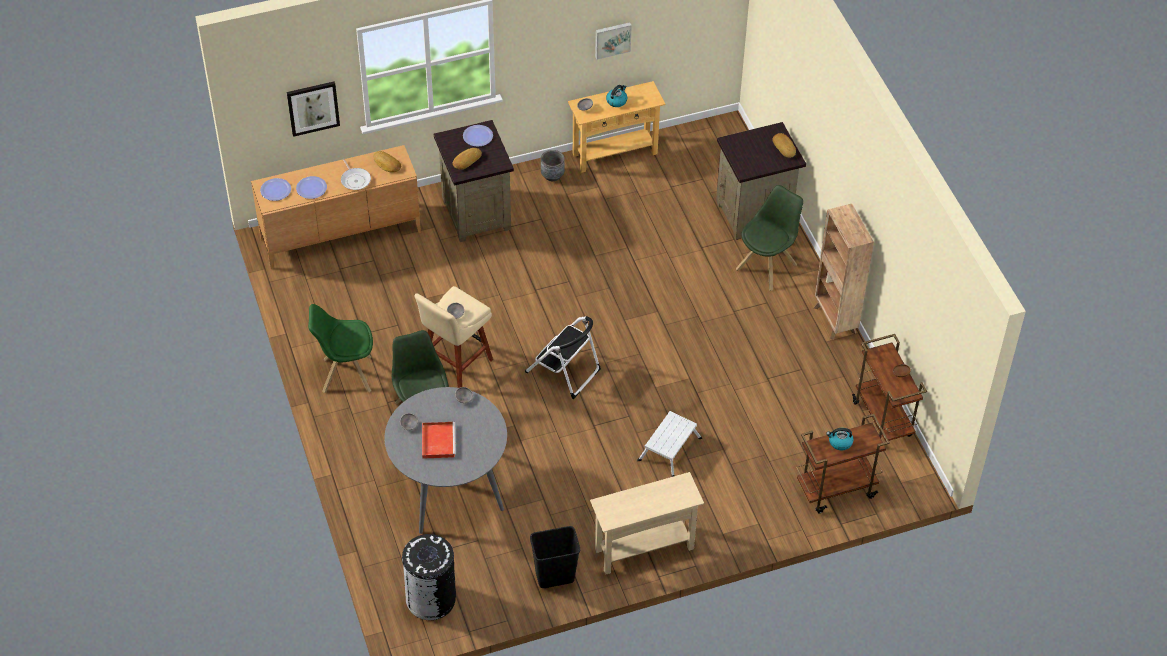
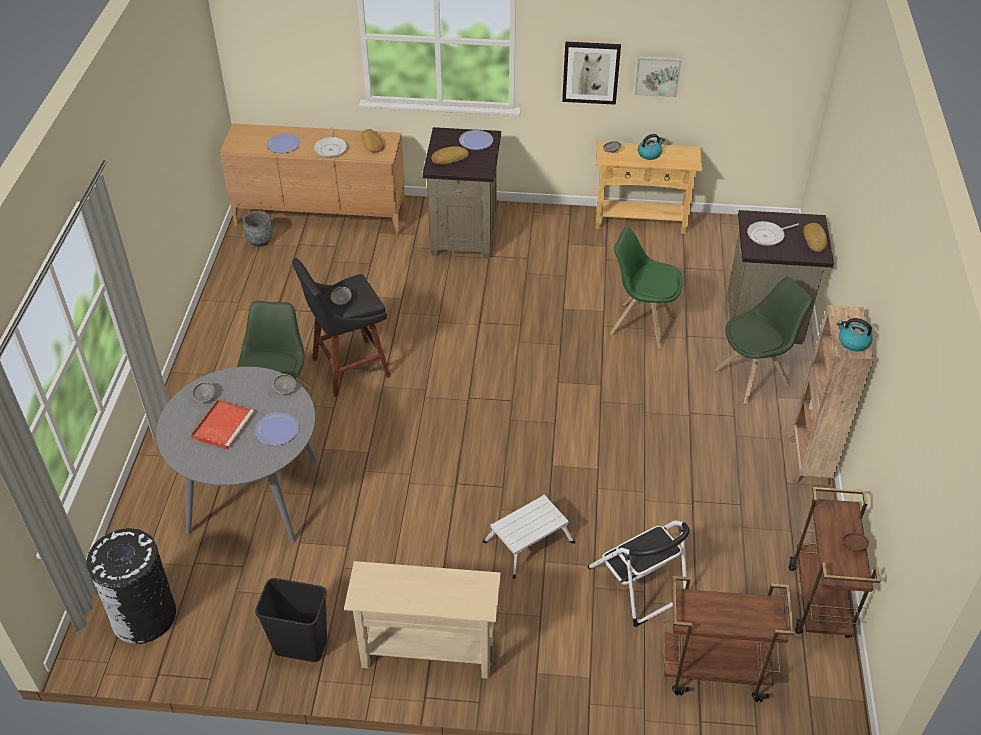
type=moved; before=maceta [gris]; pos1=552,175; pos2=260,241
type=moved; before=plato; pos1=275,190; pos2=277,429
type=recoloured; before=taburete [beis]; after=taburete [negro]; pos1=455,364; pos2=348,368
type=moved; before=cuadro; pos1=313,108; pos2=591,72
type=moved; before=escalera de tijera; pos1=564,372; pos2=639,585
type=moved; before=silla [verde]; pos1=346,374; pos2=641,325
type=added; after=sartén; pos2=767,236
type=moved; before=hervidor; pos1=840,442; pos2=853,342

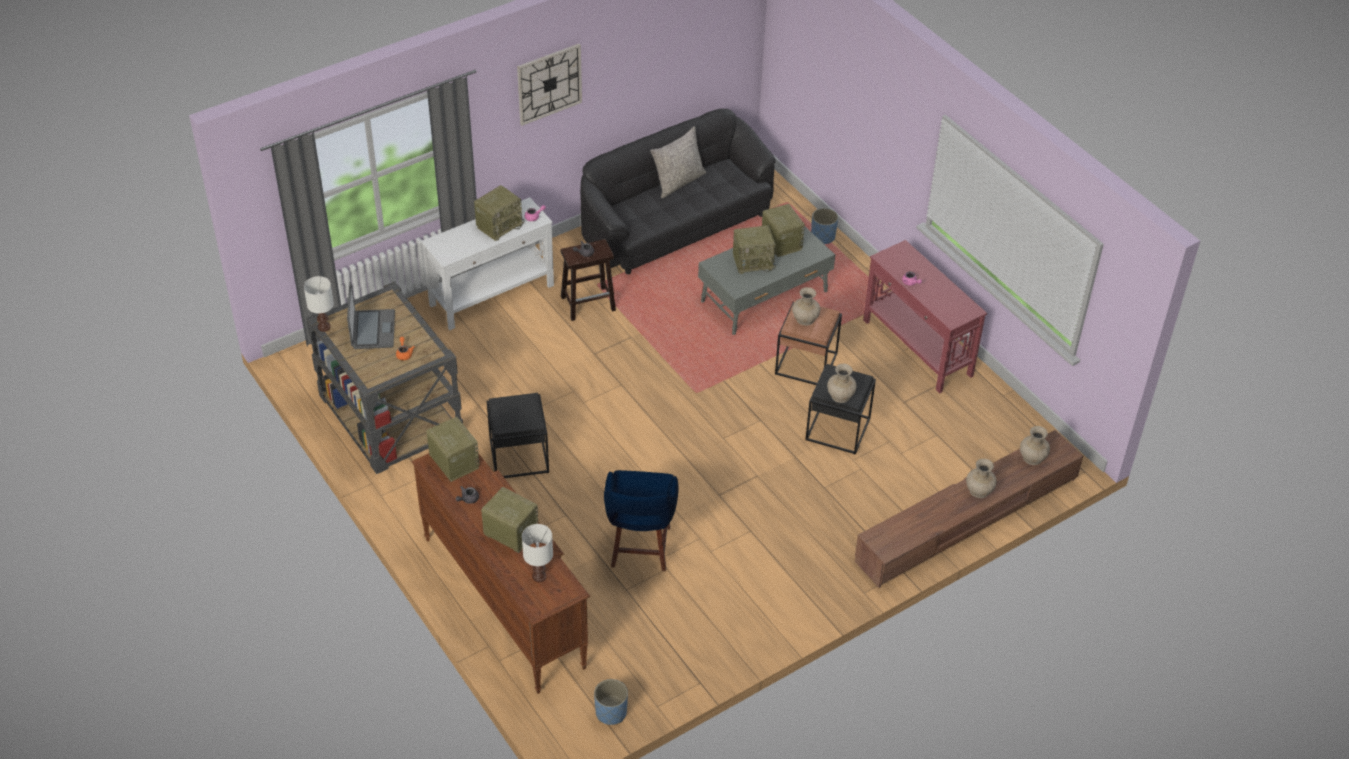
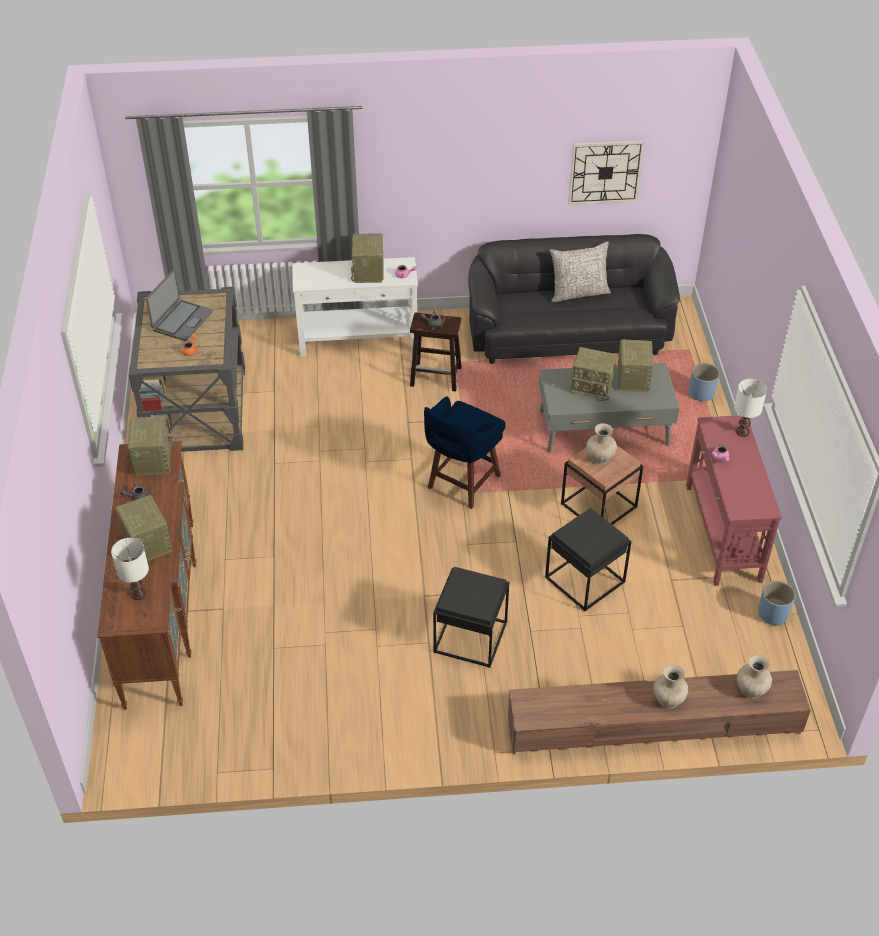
type=turned; before=radio; pos1=499,225; pos2=368,272; turn=105
type=moved; before=taburete [azul]; pos1=640,550; pos2=462,484
type=moved; before=mesa auxiliar [negro]; pos1=518,456; pos2=470,636
type=moved; before=reloj de pared; pos1=549,84; pos2=605,172
type=moved; before=lámpara de mesa [blanco]; pos1=324,327; pos2=743,432
type=moved; before=maceta [azul]; pos1=611,712; pos2=772,614
type=removed; before=florero [beis]; pos1=841,396

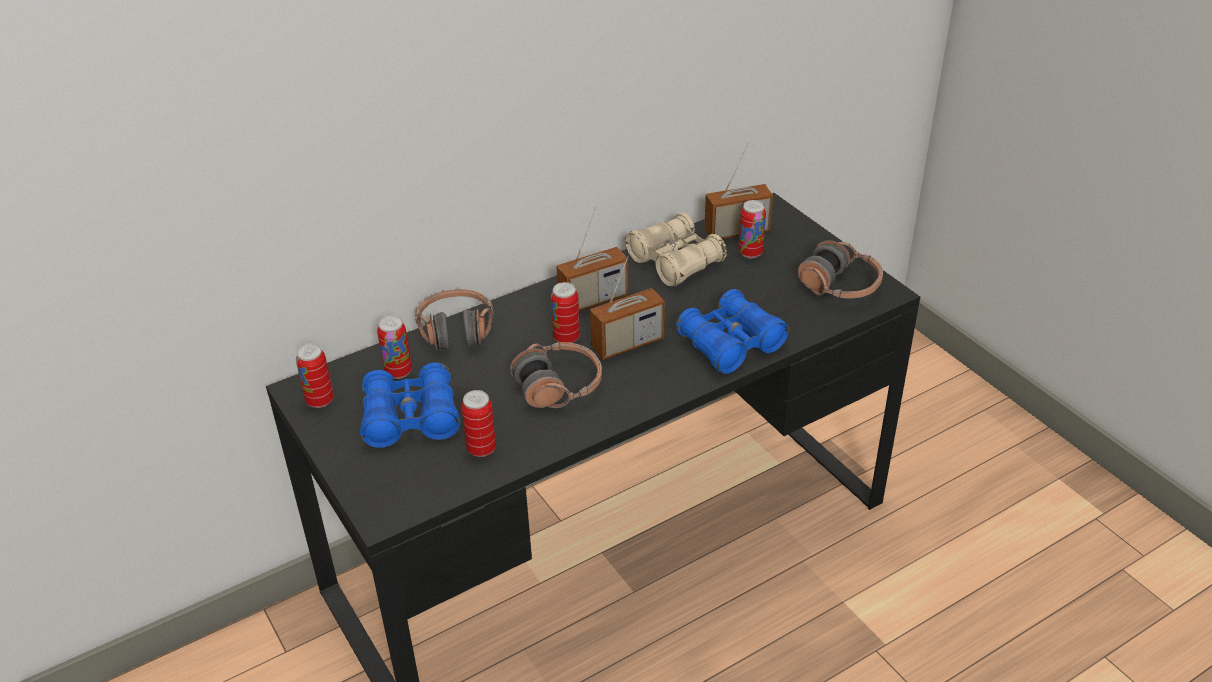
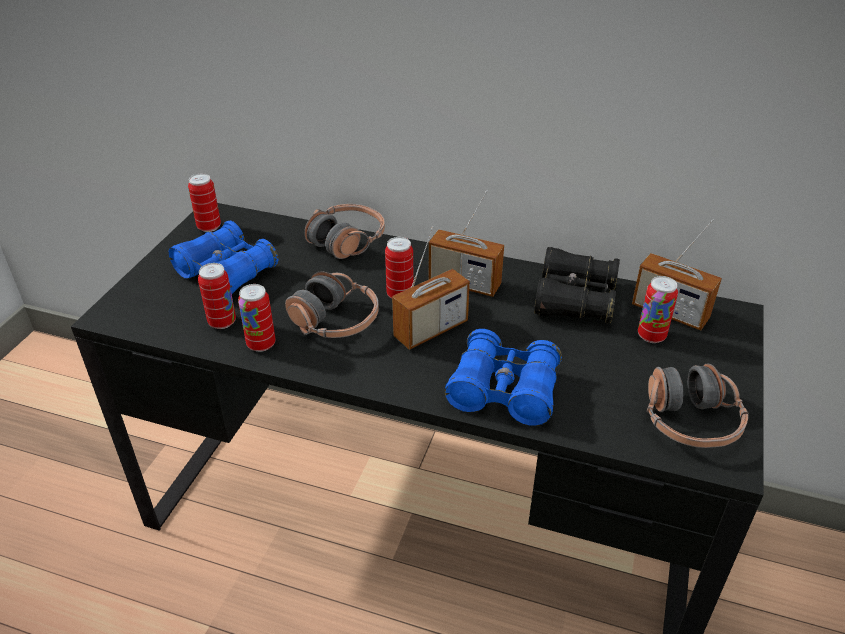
type=moved; before=lata; pos1=398,372; pos2=261,344
type=turned; before=radio; pos1=627,343; pos2=431,330; turn=-60
type=recoloured; before=prismáticos [beis]; after=prismáticos [negro]; pos1=675,262; pos2=574,299

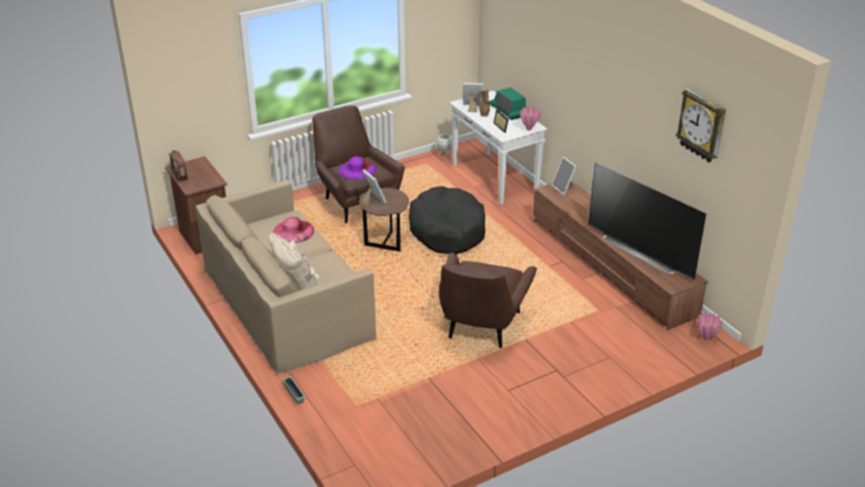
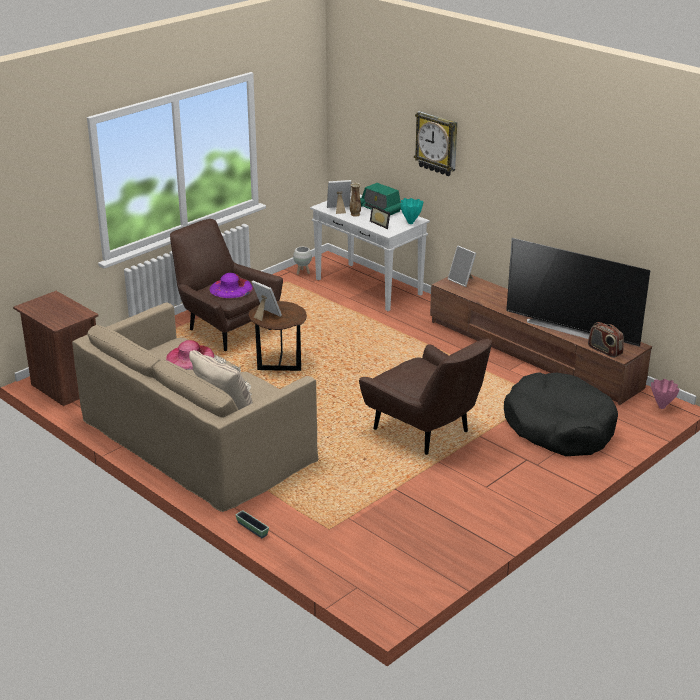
type=turned; before=sillón [marrón]; pos1=481,328; pos2=427,432; turn=-45
type=recoloured; before=florero [rosa]; after=florero [turquesa]; pos1=529,129; pos2=411,223
type=moved; before=reloj de pared; pos1=702,126; pos2=437,143
type=moved; before=cama para perro [negro]; pos1=447,230; pos2=559,427
type=moved; before=radio; pos1=179,175; pos2=604,351

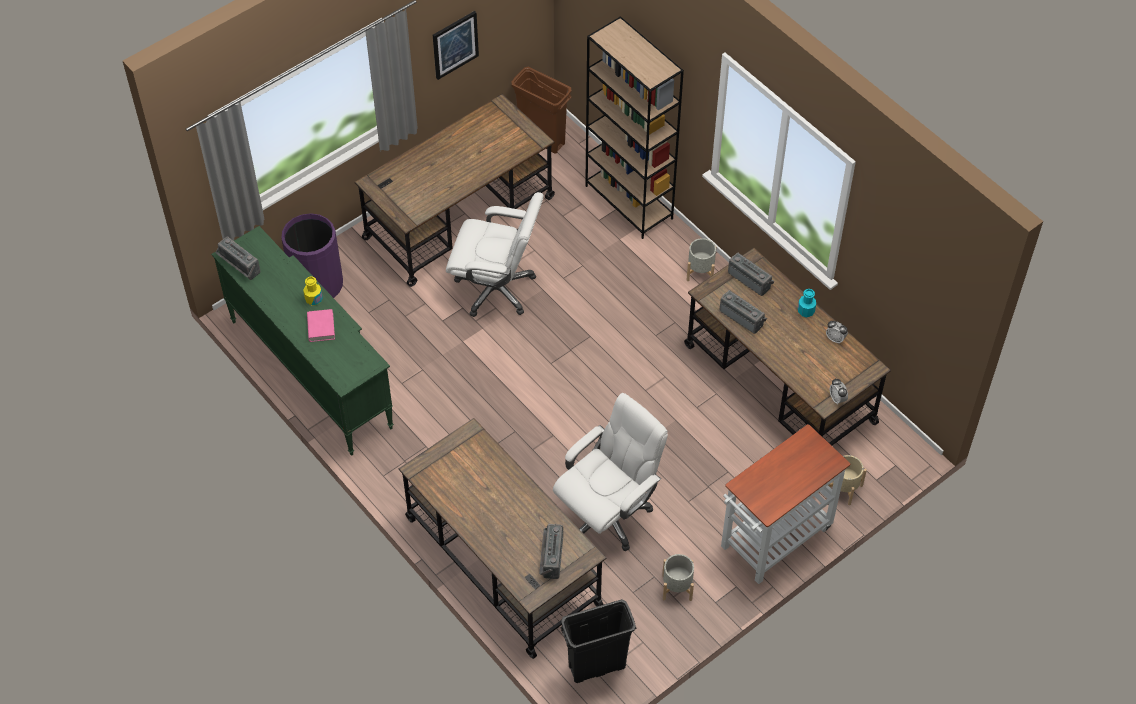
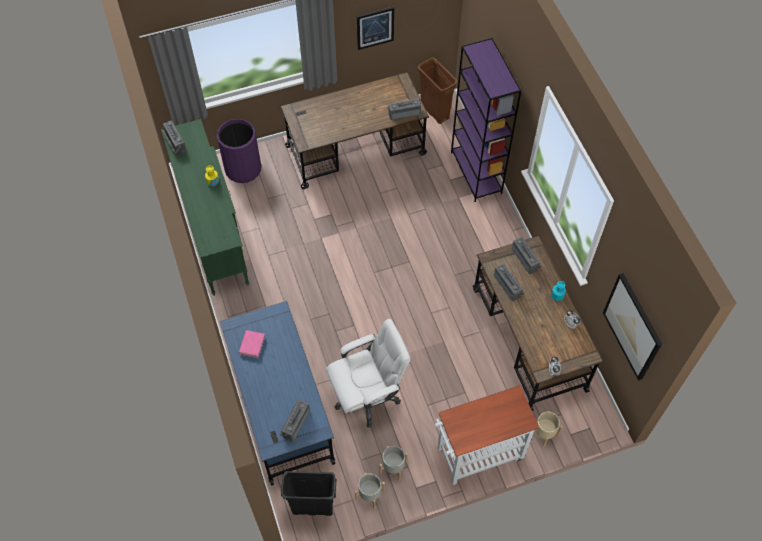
type=recoloured; before=escritorio [marrón]; after=escritorio [azul]; pos1=503,562; pos2=281,406
type=moved; before=libro [rosa]; pos1=321,327; pos2=252,345
type=moved; before=maceta [gris]; pos1=700,271; pos2=370,494
type=added; after=radio; pos2=404,112
type=recoloured; before=estantería [beis]; after=estantería [morado]; pos1=629,202; pos2=476,173
type=added; after=cuadro; pos2=632,326
type=removed; before=silla de oficina [blanco]; pos1=496,288

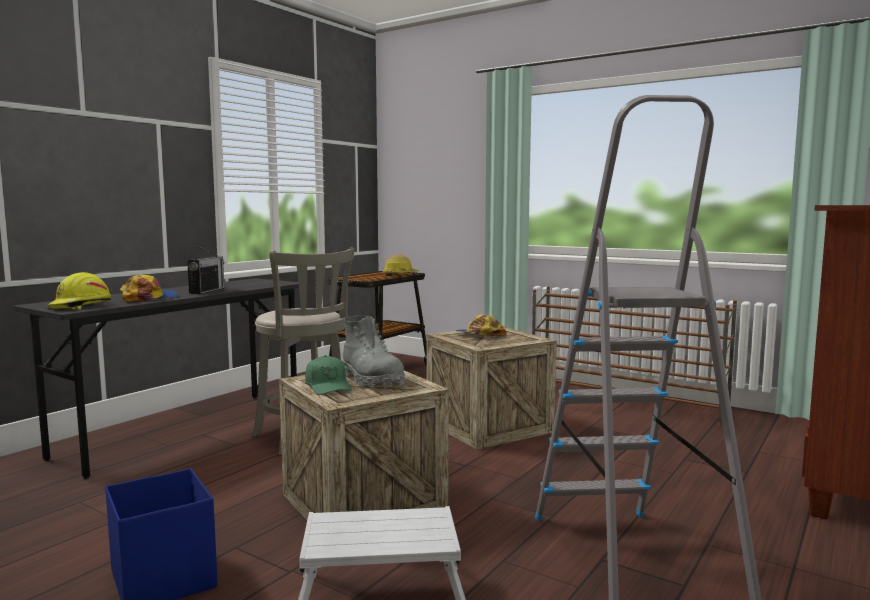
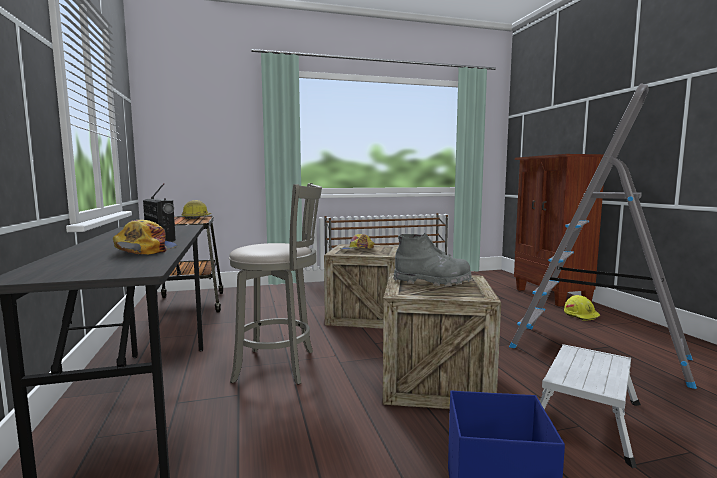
type=moved; before=casco [amarillo]; pos1=81,306; pos2=581,315
type=removed; before=gorra [verde]; pos1=328,387

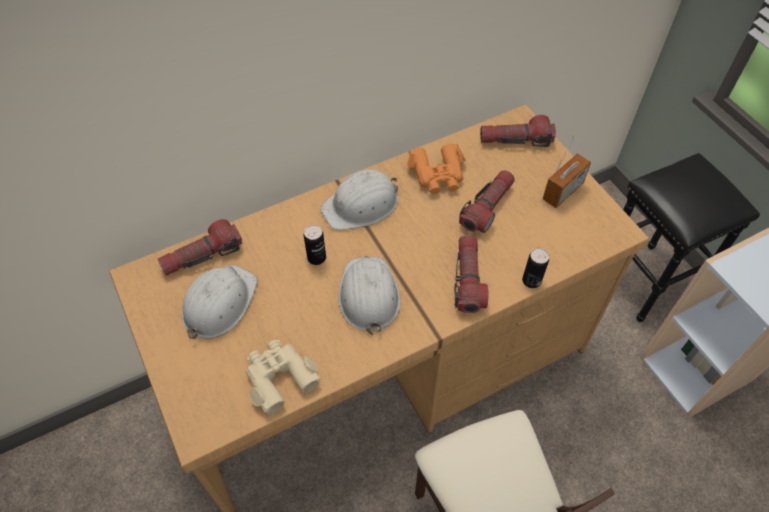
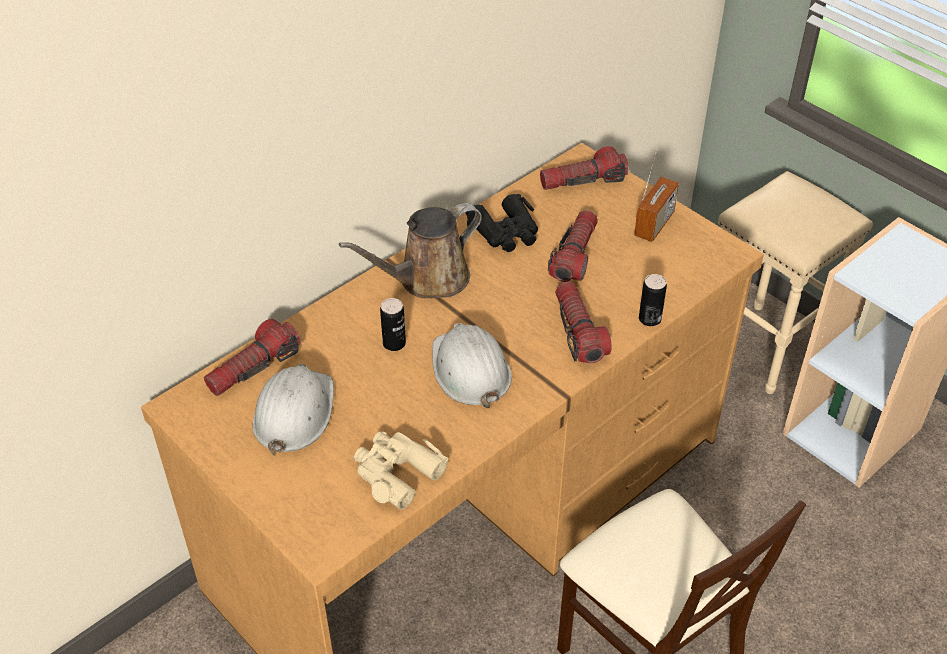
type=replaced; before=casco [blanco]; after=regadera [marrón]; pos1=362,205; pos2=427,279
type=recoloured; before=prismáticos [naranja]; after=prismáticos [negro]; pos1=438,174; pos2=506,232
type=recoloured; before=taburete [negro]; after=taburete [beis]; pos1=648,282; pos2=766,347

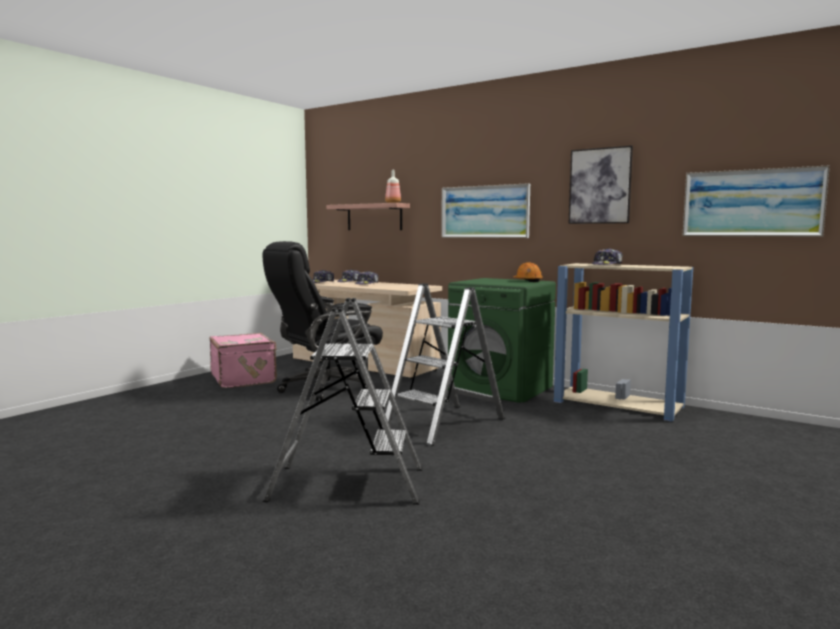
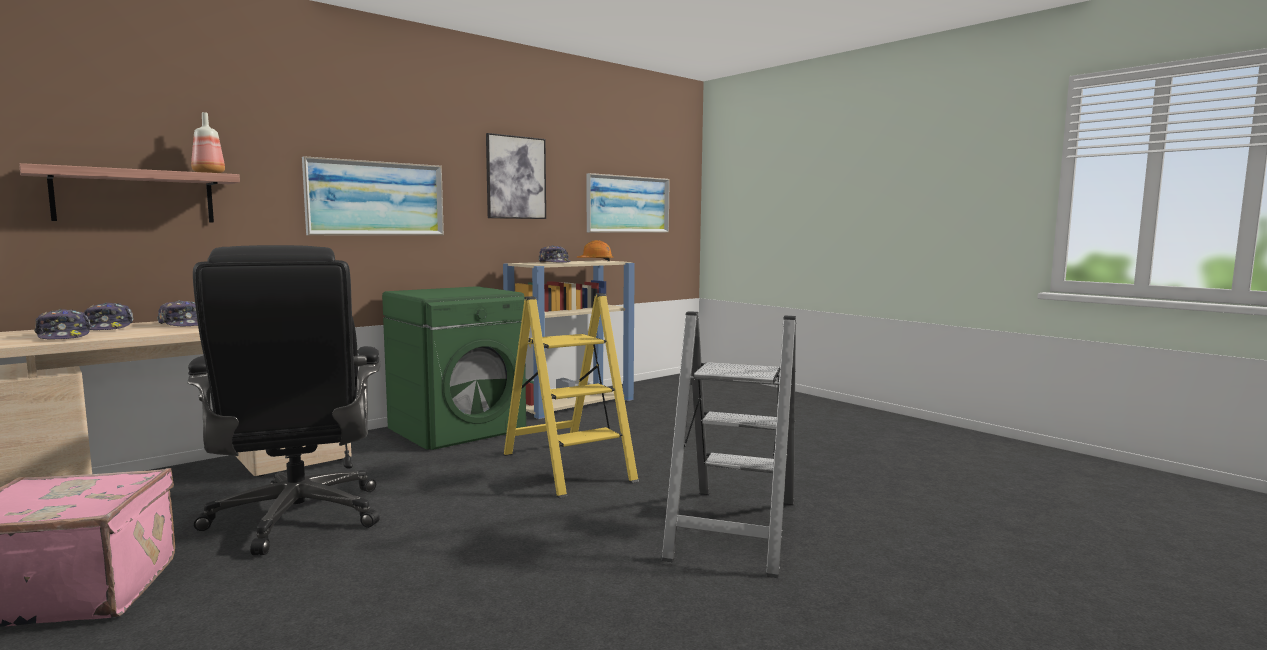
type=recoloured; before=escalera de tijera [gris]; after=escalera de tijera [amarillo]; pos1=446,423; pos2=566,466
type=moved; before=casco [naranja]; pos1=527,281; pos2=595,261

